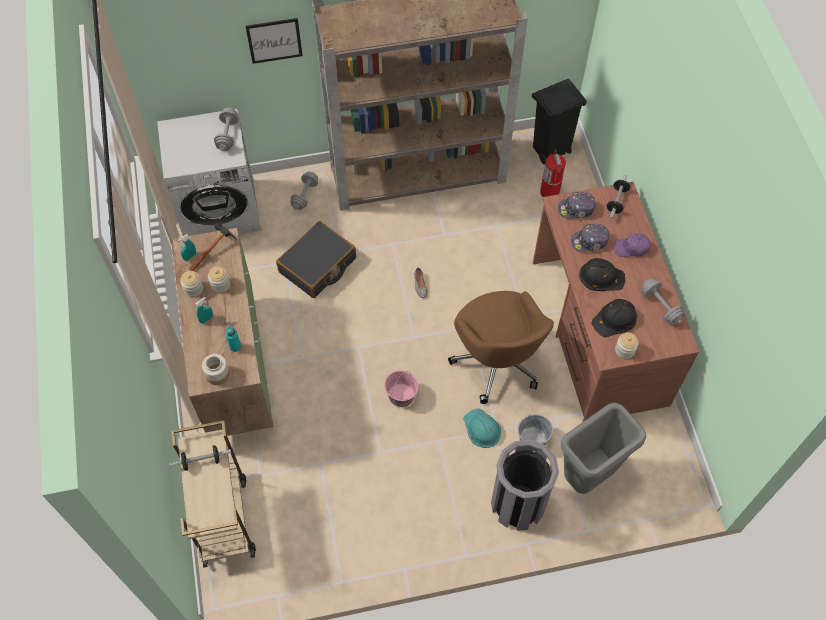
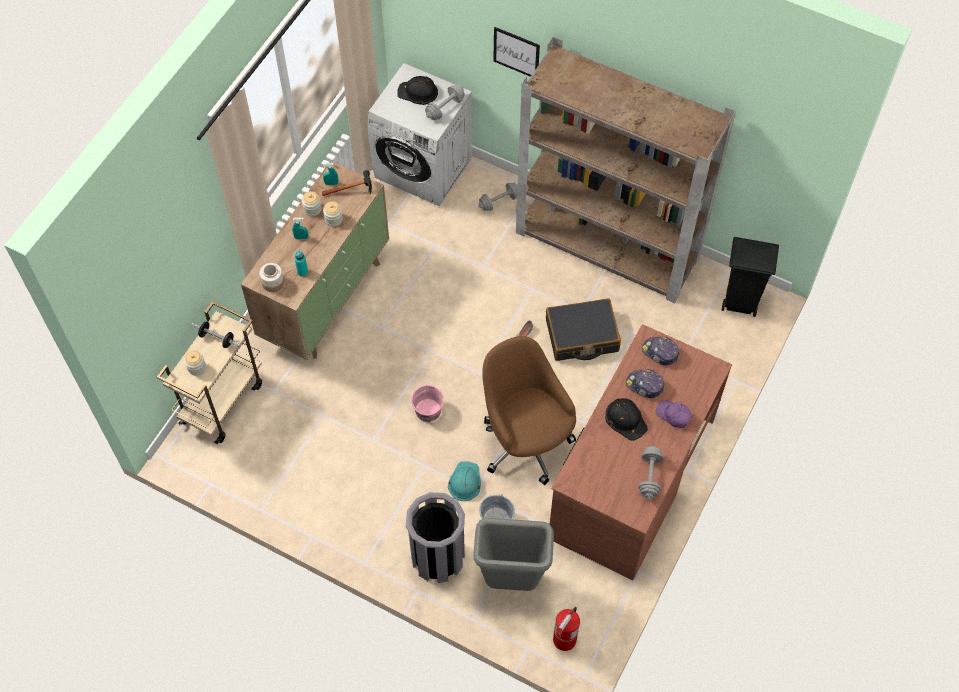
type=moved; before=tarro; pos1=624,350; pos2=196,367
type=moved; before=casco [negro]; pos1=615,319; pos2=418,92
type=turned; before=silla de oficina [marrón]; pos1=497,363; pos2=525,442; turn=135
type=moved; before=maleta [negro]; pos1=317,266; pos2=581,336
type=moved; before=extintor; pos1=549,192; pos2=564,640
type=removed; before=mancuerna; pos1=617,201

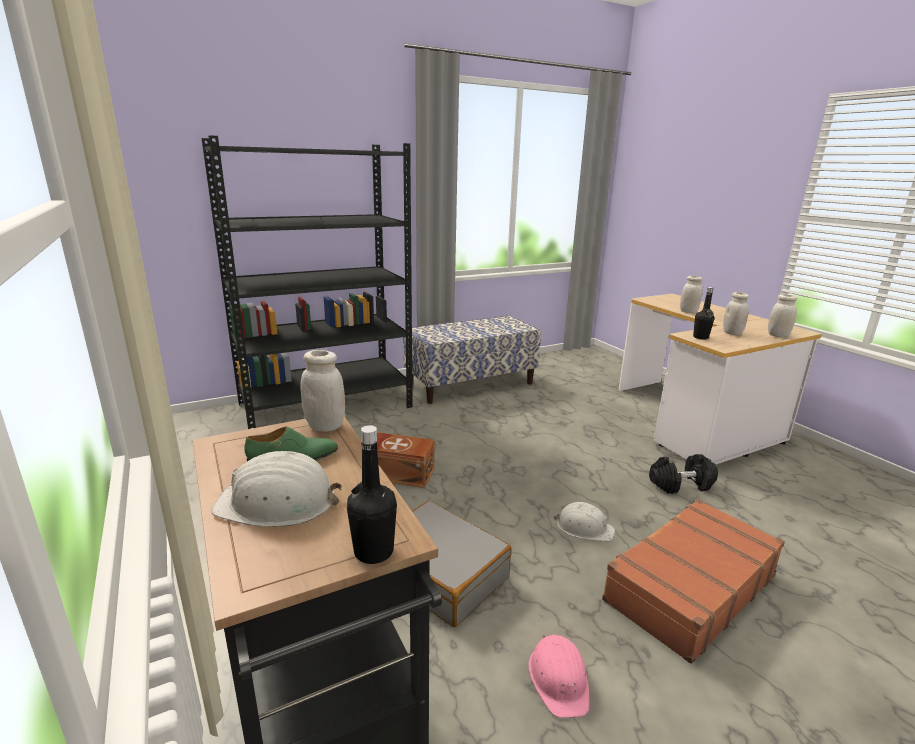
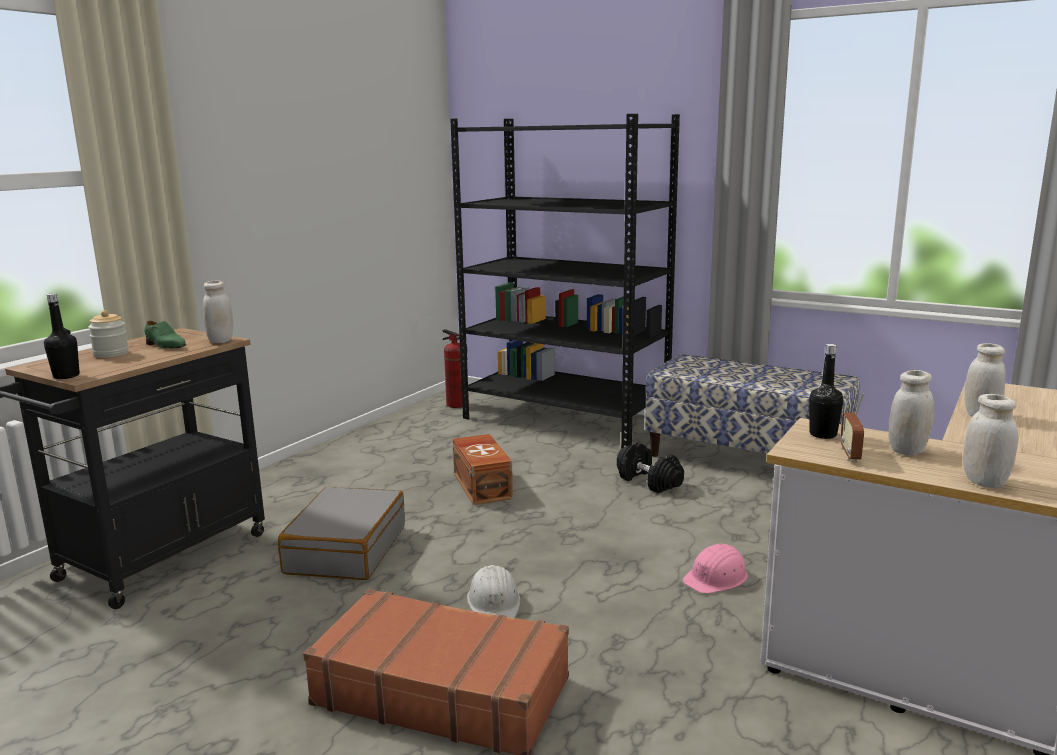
type=replaced; before=casco [blanco]; after=tarro; pos1=277,503; pos2=111,354
type=added; after=extintor; pos2=456,405
type=moved; before=mancuerna [negro]; pos1=681,484; pos2=649,481
type=moved; before=casco [rosa]; pos1=559,679; pos2=716,578
type=added; after=radio; pos2=850,455

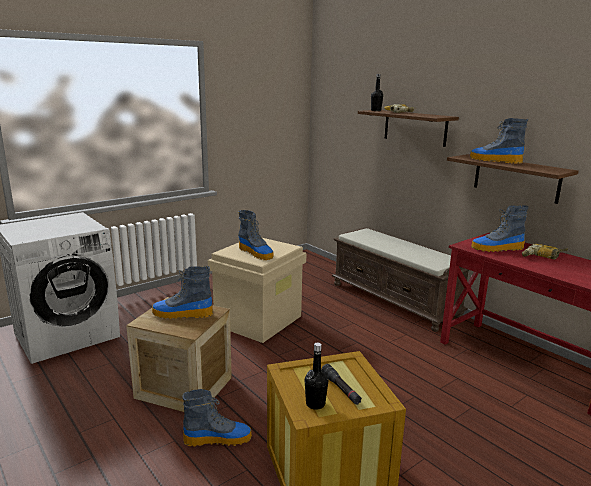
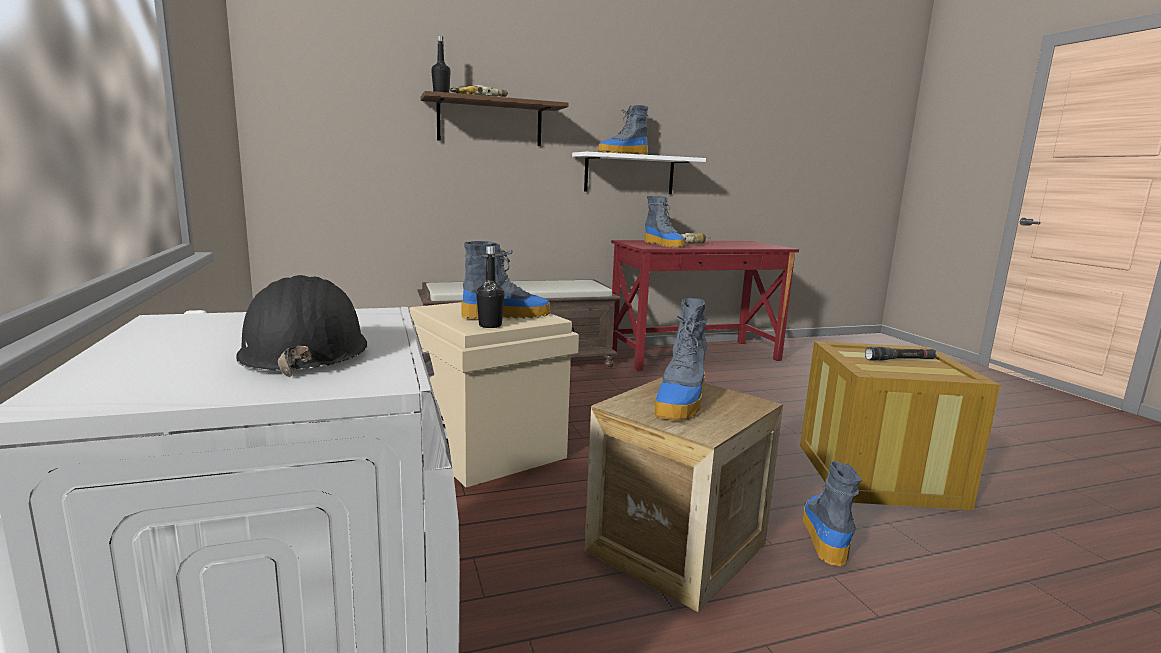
type=added; after=casco [negro]; pos2=305,350
type=moved; before=botella [negro]; pos1=315,404; pos2=490,325
type=recoloured; before=estante [marrón]; after=estante [blanco]; pos1=516,178; pos2=629,174
type=turned; before=bota; pos1=497,248; pos2=664,245; turn=-45

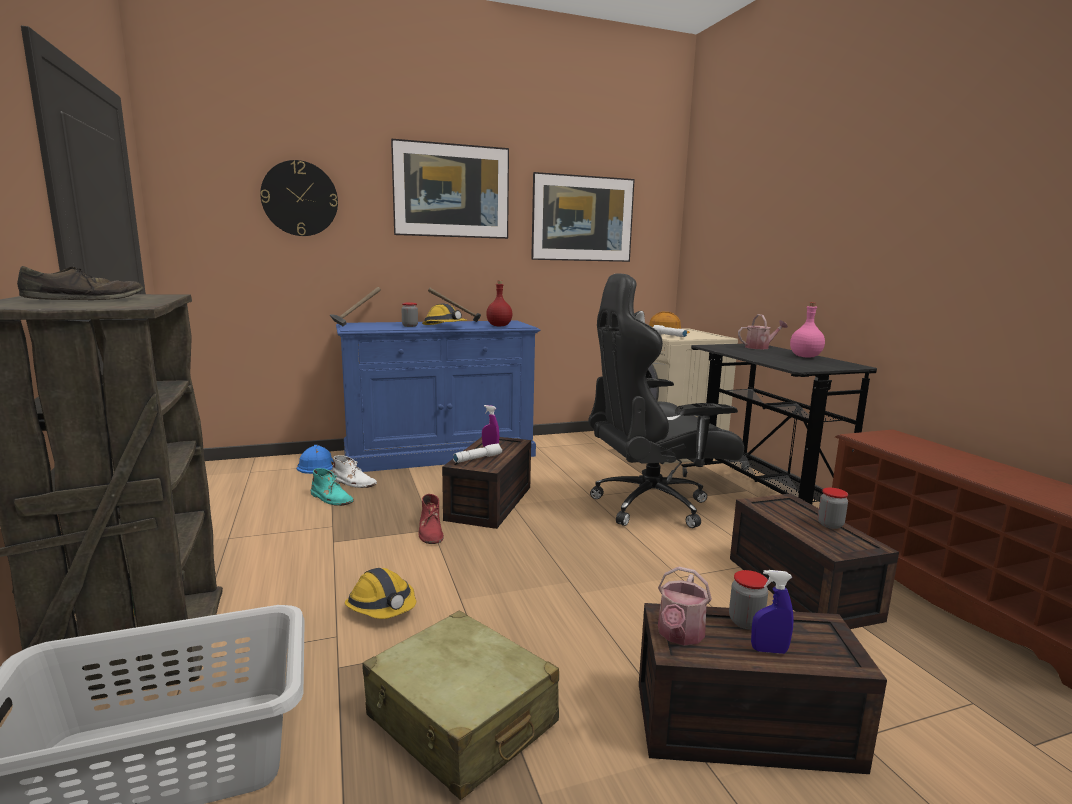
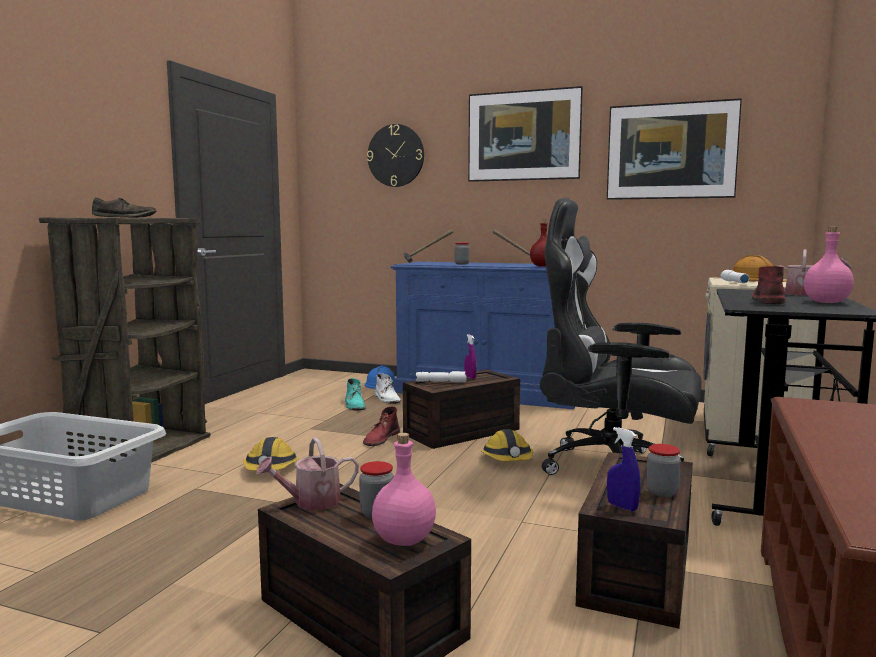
type=added; after=botella [rosa]; pos2=403,539
type=moved; before=casco; pos1=445,326; pos2=507,460
type=moved; before=pulverizador [azul]; pos1=769,650; pos2=622,507
type=added; after=bota [rojo]; pos2=768,301
type=removed; before=maleta [beis]; pos1=461,720

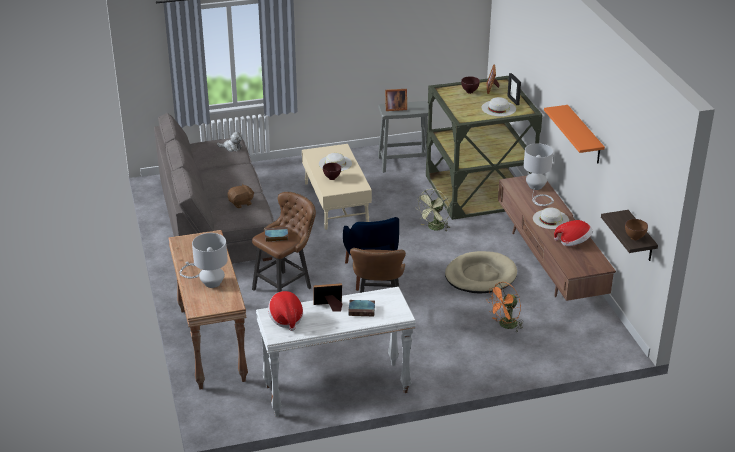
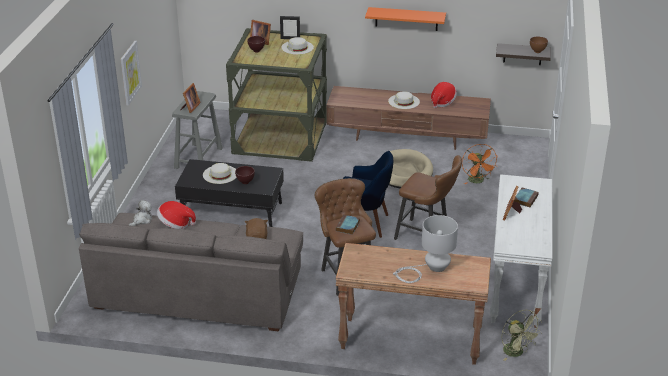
type=added; after=cuadro; pos2=130,72
type=moved; before=sombrero; pos1=286,319; pos2=175,224
type=recoloured; before=mesa de centro [beis]; after=mesa de centro [negro]; pos1=336,203; pos2=231,211
type=moved; before=ventilador [verde]; pos1=434,228; pos2=517,353
type=removed; before=lámpara de mesa [gris]; pos1=538,191

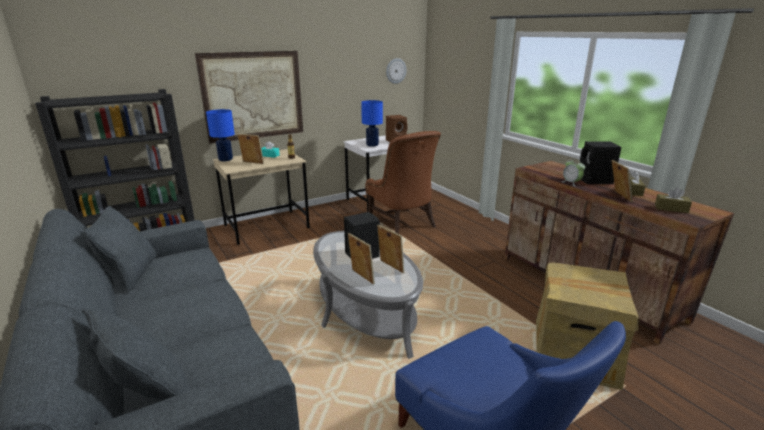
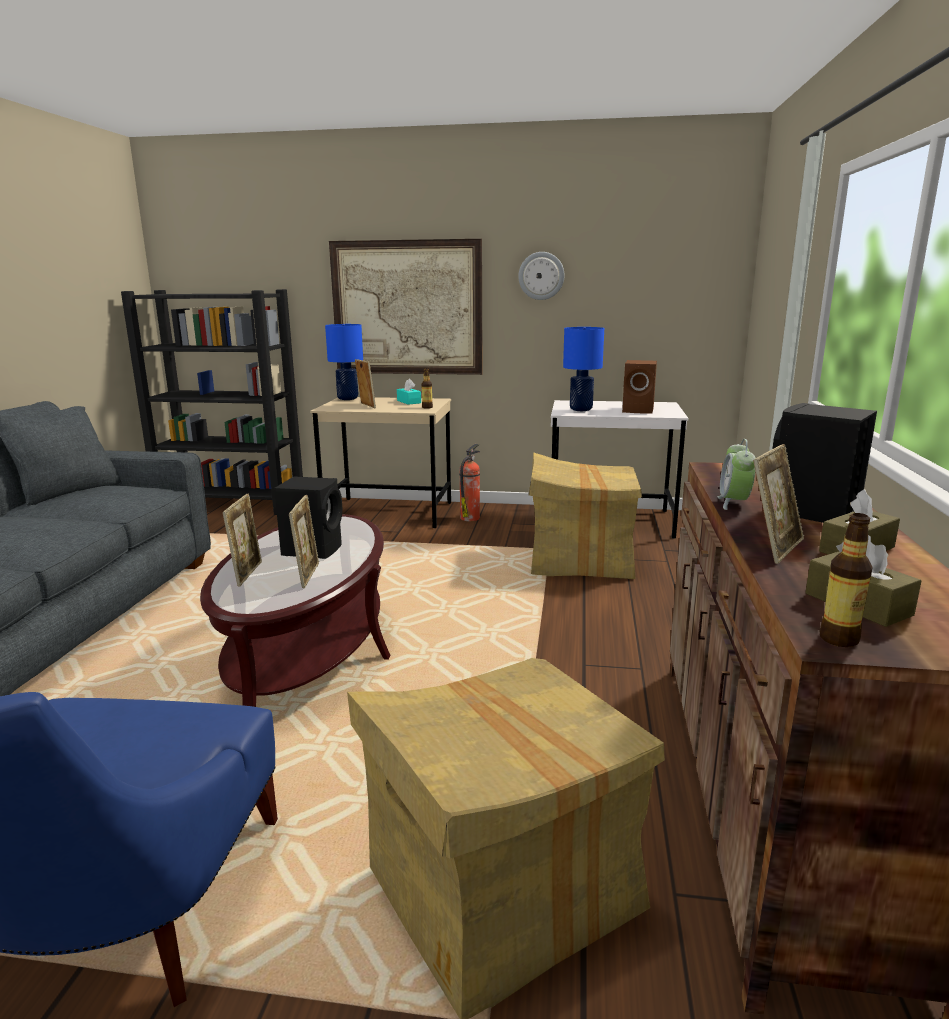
type=recoloured; before=mesa de centro [gris]; after=mesa de centro [marrón]; pos1=365,312; pos2=308,653
type=added; after=extintor; pos2=470,518
type=moved; before=reloj de pared; pos1=395,71; pos2=541,276
type=replaced; before=silla [marrón]; after=caja de cartón; pos1=402,223; pos2=580,560
type=added; after=botella; pos2=839,639

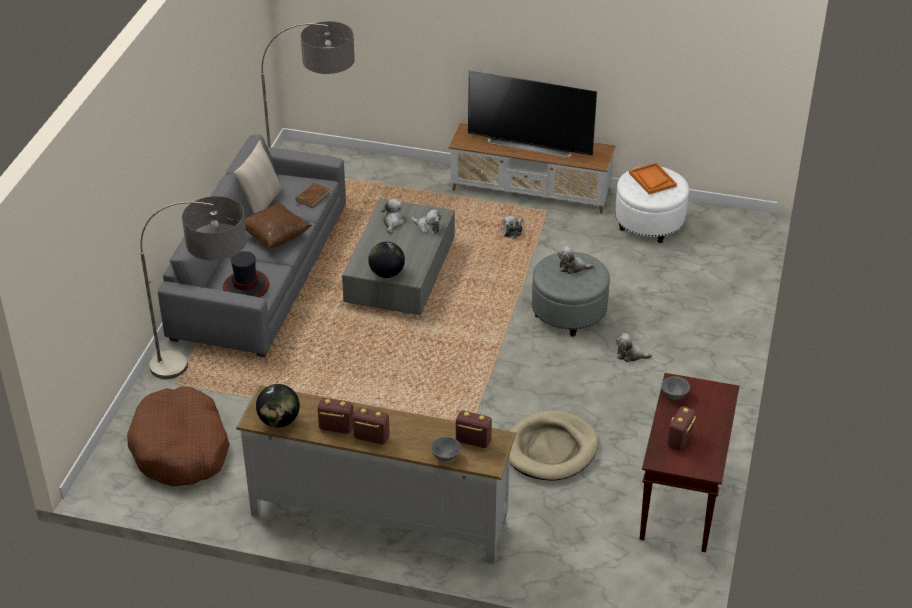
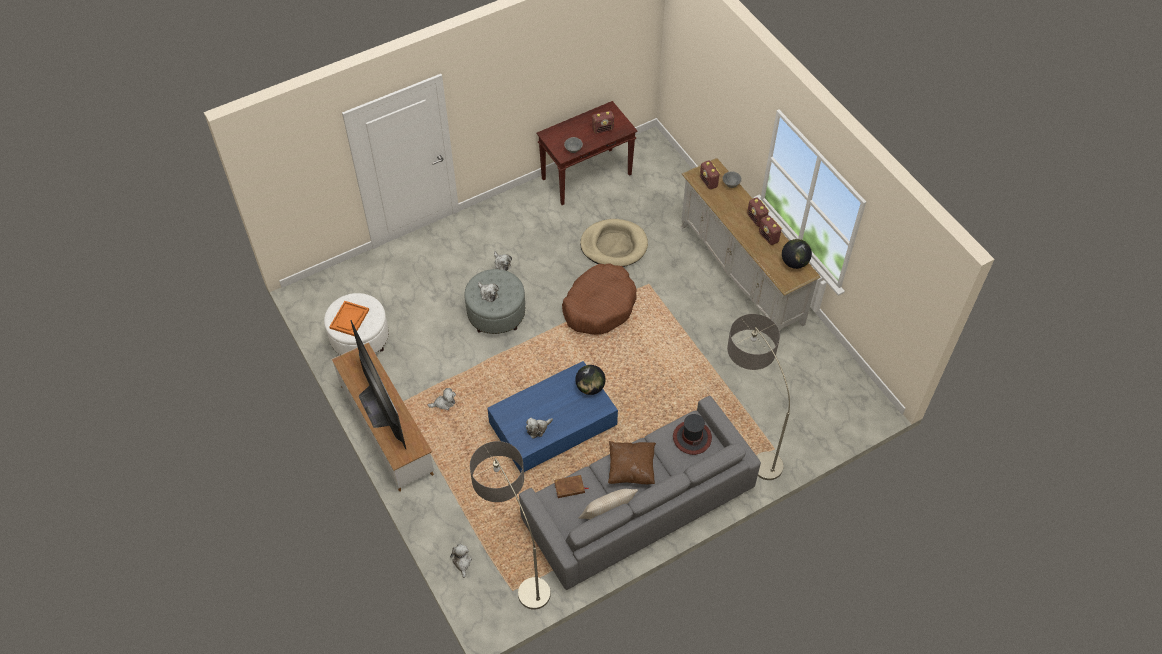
type=moved; before=peluche; pos1=427,227; pos2=462,562
type=recoloured; before=mesa de centro [gris]; after=mesa de centro [azul]; pos1=400,273; pos2=552,426
type=moved; before=cama para perro [marrón]; pos1=181,449; pos2=599,305

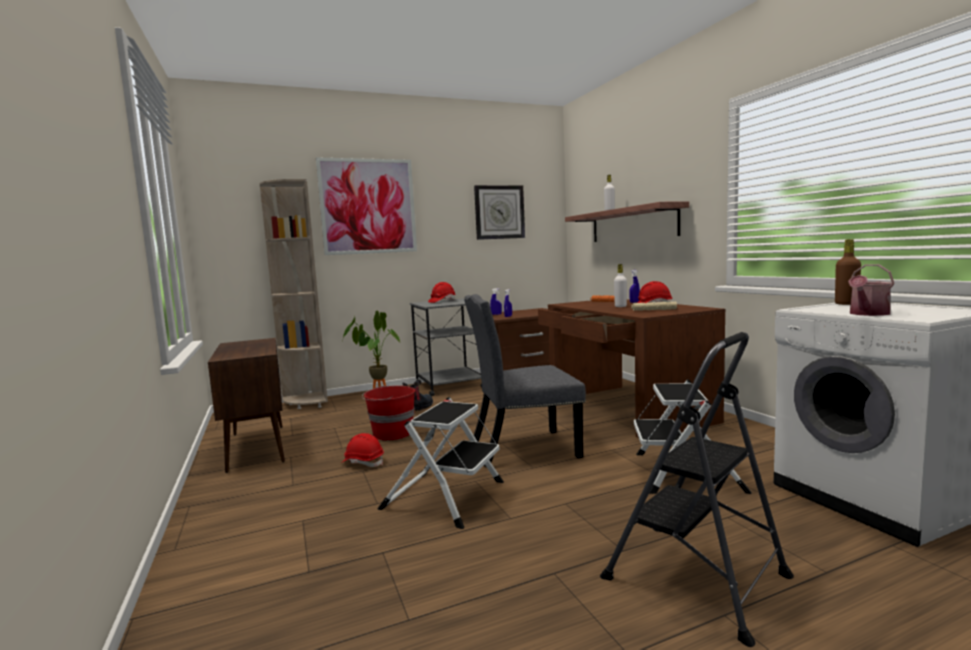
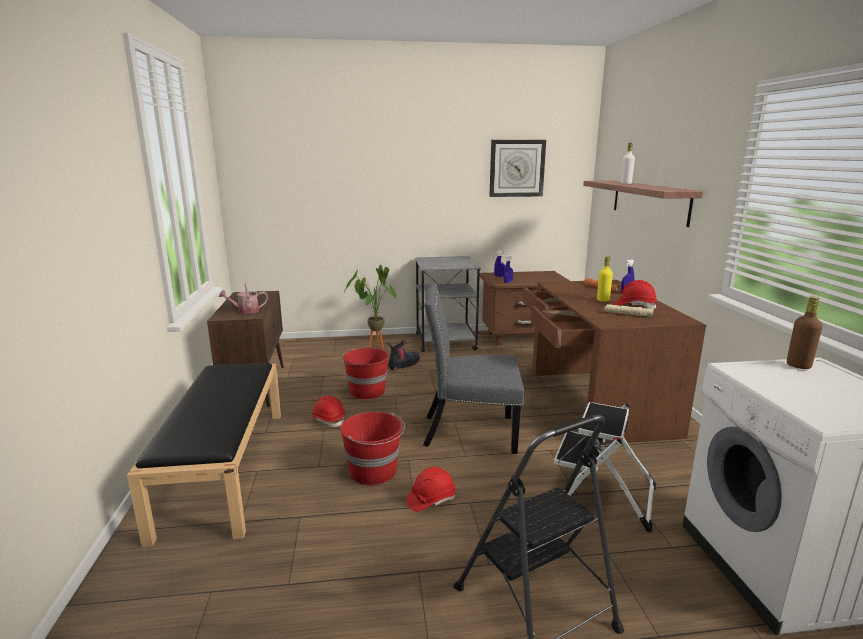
type=added; after=banco [negro]; pos2=224,467
type=moved; before=regadera; pos1=867,314; pos2=245,311
type=replaced; before=escalera de tijera; after=cubo [rojo]; pos1=444,496; pos2=374,471
type=moved; before=casco [rojo]; pos1=442,301; pos2=431,499
type=recoloured; before=botella [blanco]; after=botella [amarillo]; pos1=620,306; pos2=603,300
type=removed; before=estantería [beis]; pos1=306,405
type=removed; before=cuadro; pos1=368,206

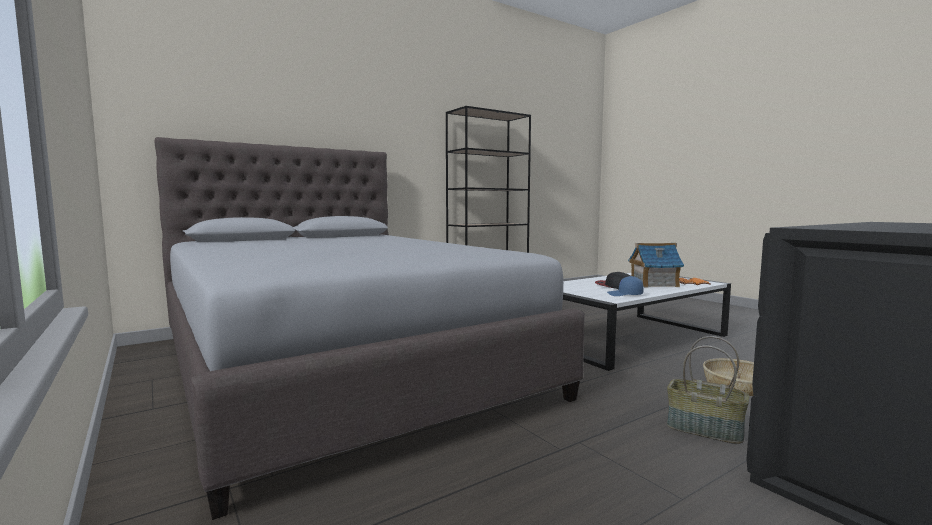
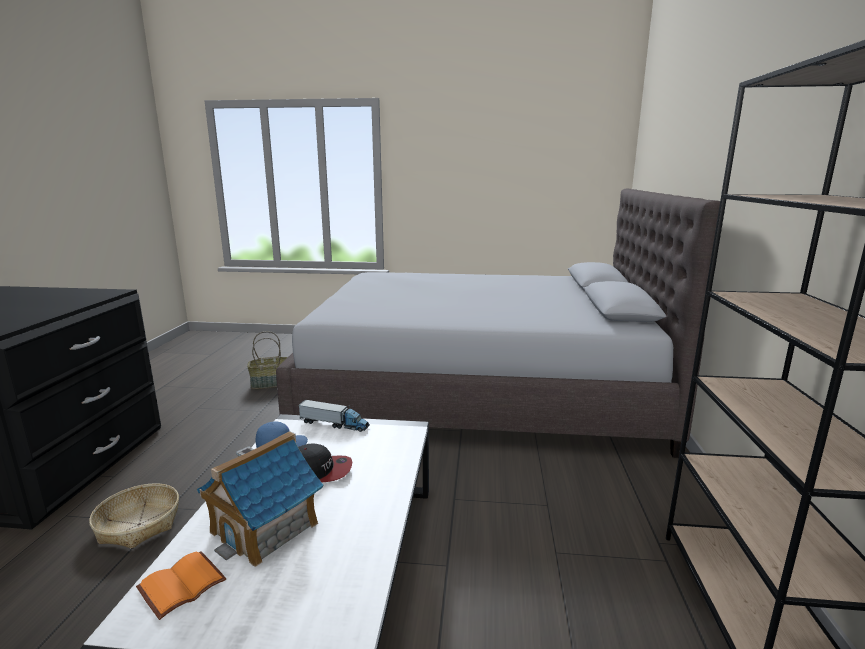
type=moved; before=cesta; pos1=703,429; pos2=271,383
type=added; after=camión de juguete; pos2=334,424

